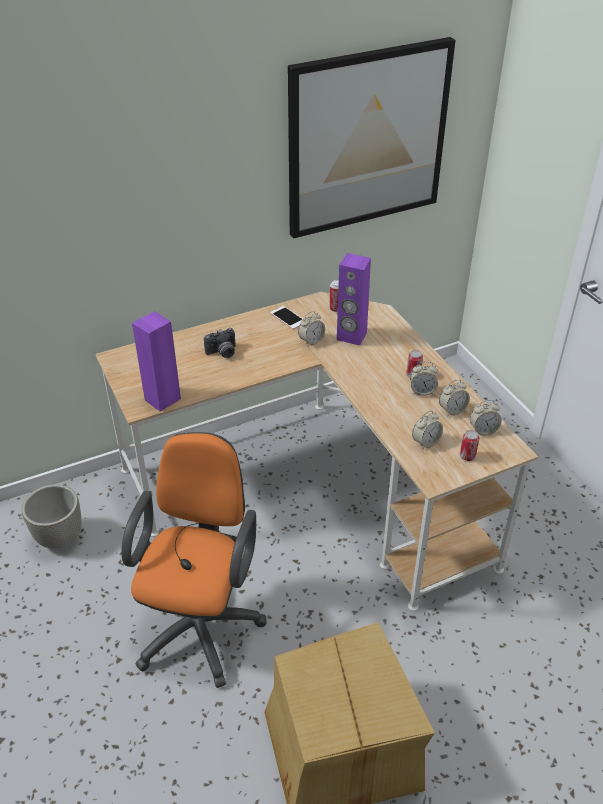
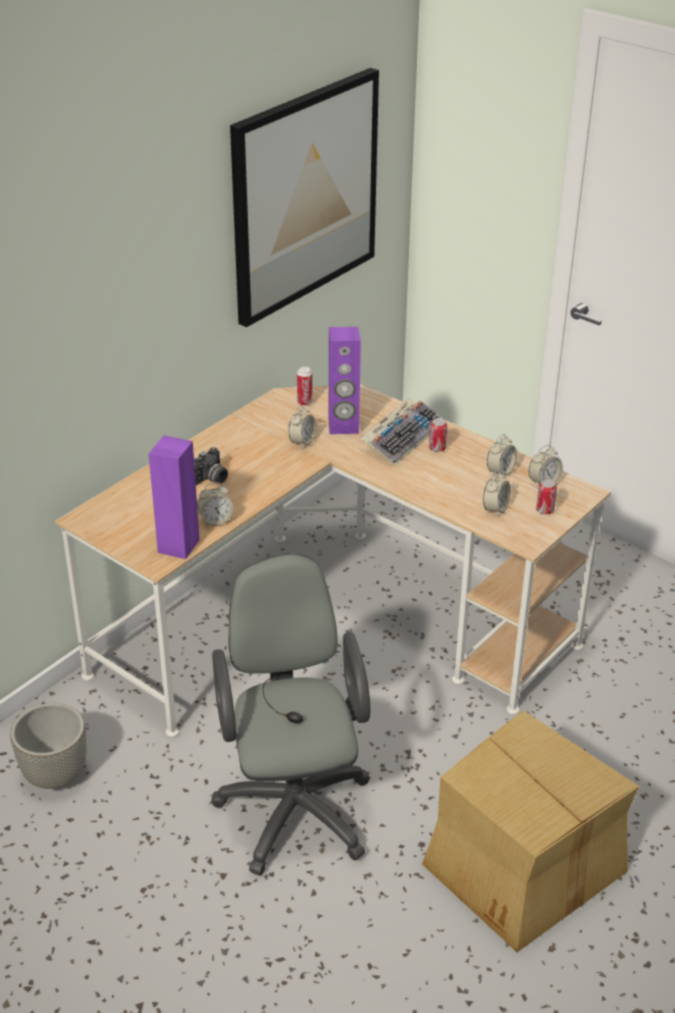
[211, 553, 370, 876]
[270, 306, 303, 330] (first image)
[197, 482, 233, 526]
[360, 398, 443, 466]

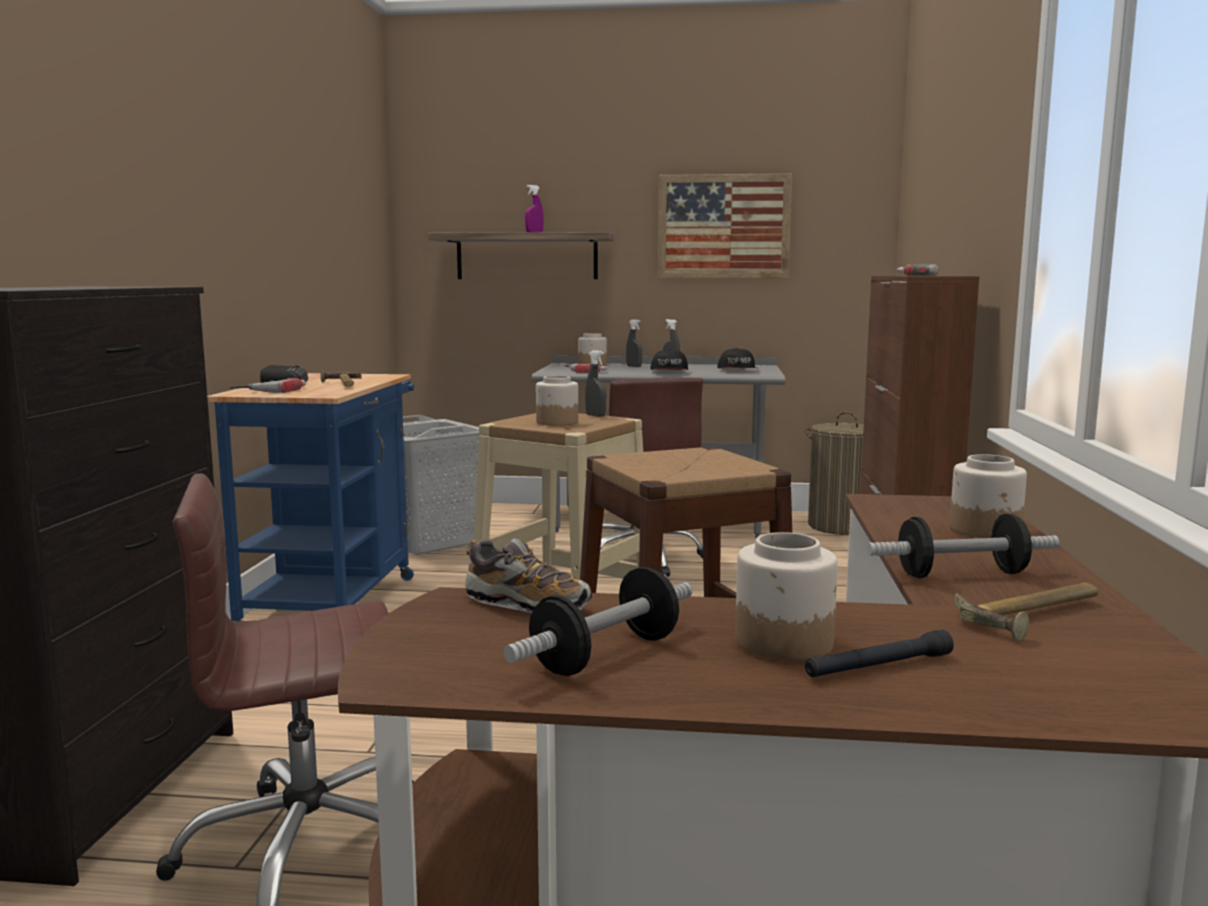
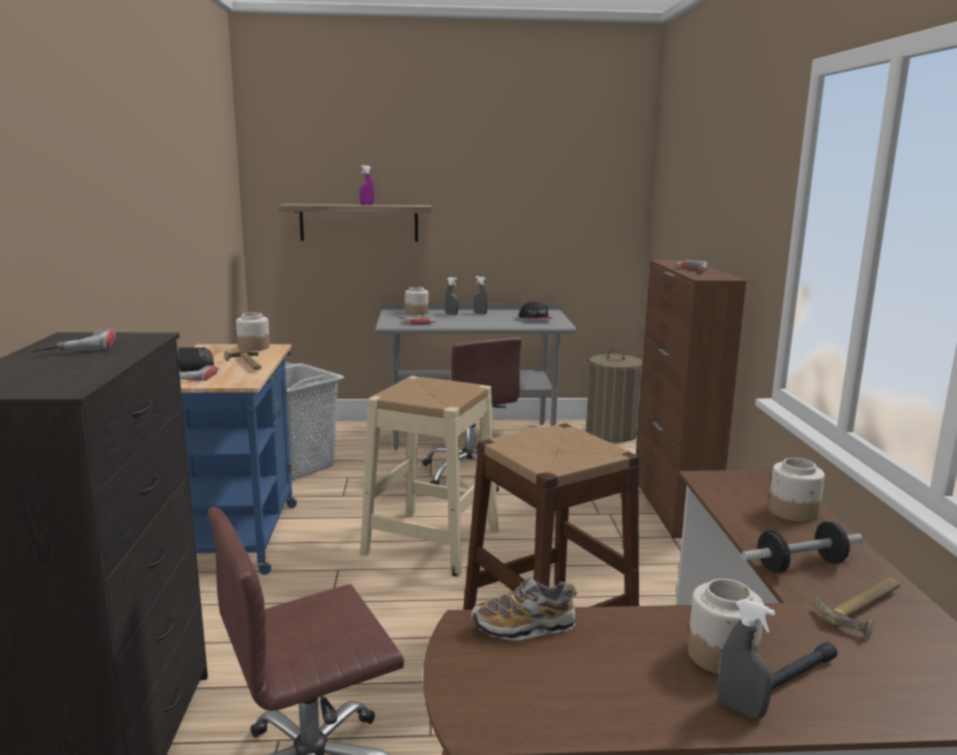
[471, 577, 577, 640]
[503, 567, 692, 676] (first image)
[236, 313, 270, 351]
[718, 599, 775, 718]
[651, 349, 689, 370] (first image)
[658, 173, 792, 278] (first image)
[32, 329, 116, 352]

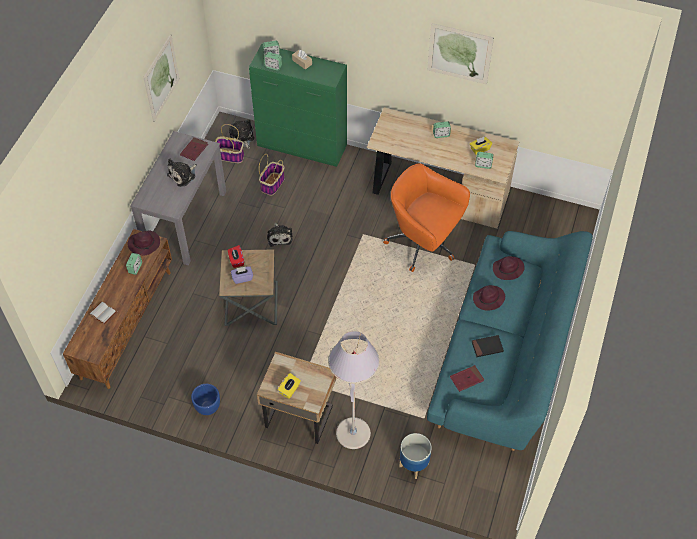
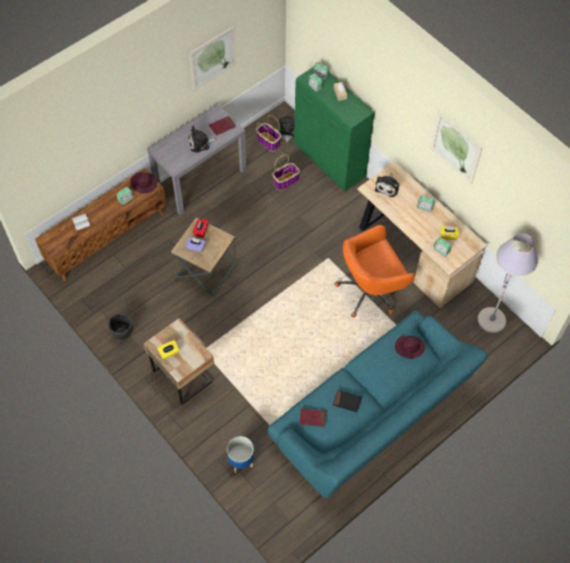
[108, 313, 133, 340]
[375, 173, 399, 197]
[478, 233, 538, 333]
[335, 225, 414, 318]
[473, 285, 505, 311] (first image)

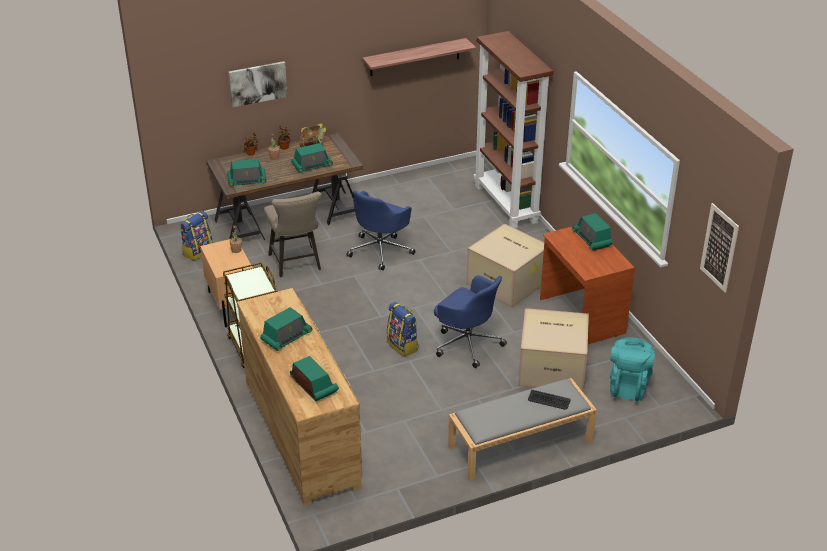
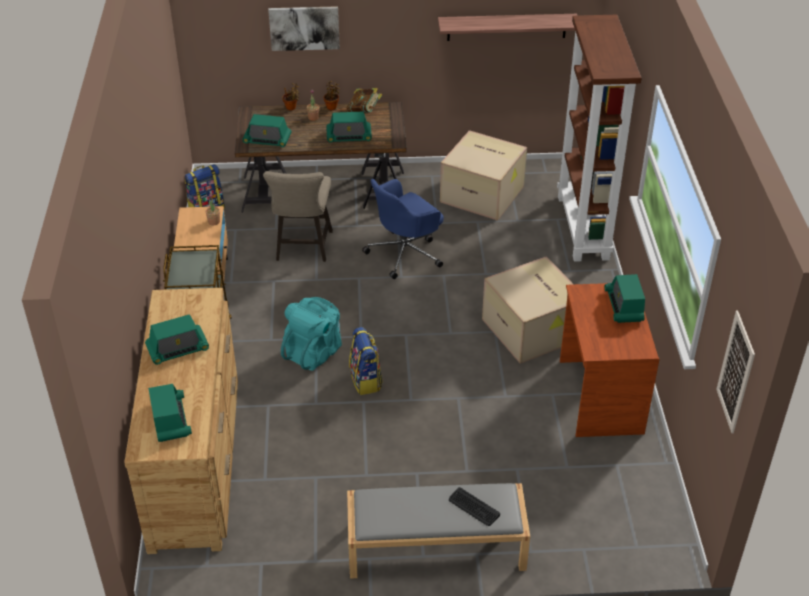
[434, 275, 507, 368] (first image)
[440, 130, 527, 221]
[281, 297, 342, 371]

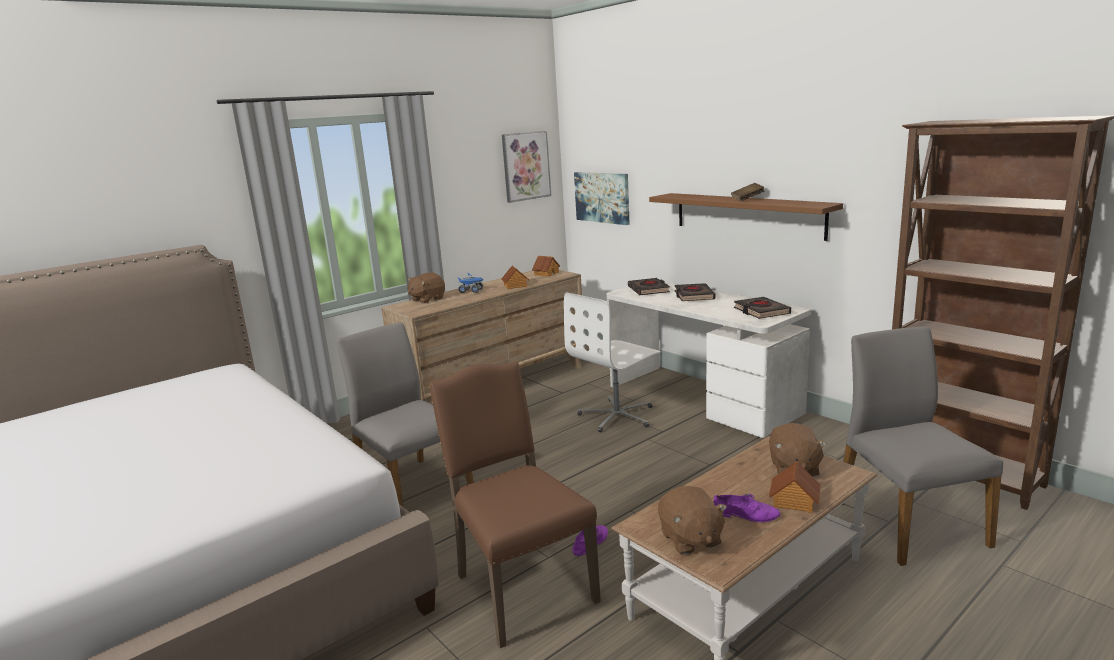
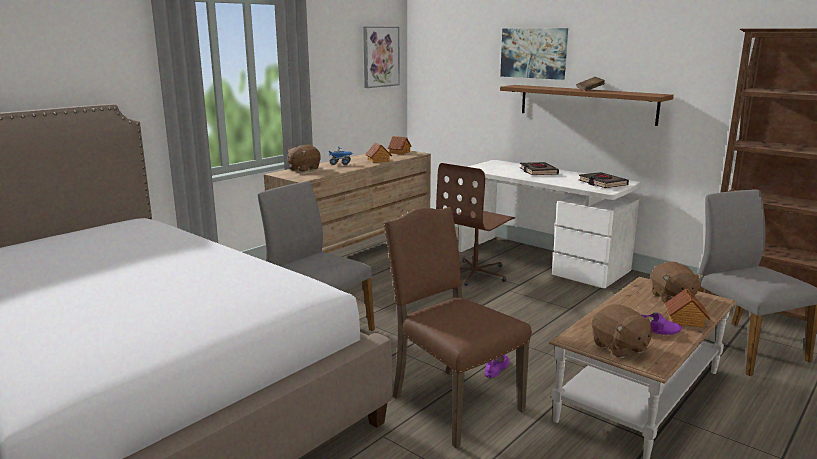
[436, 163, 515, 286]
[500, 28, 568, 80]
[628, 278, 670, 295] (first image)

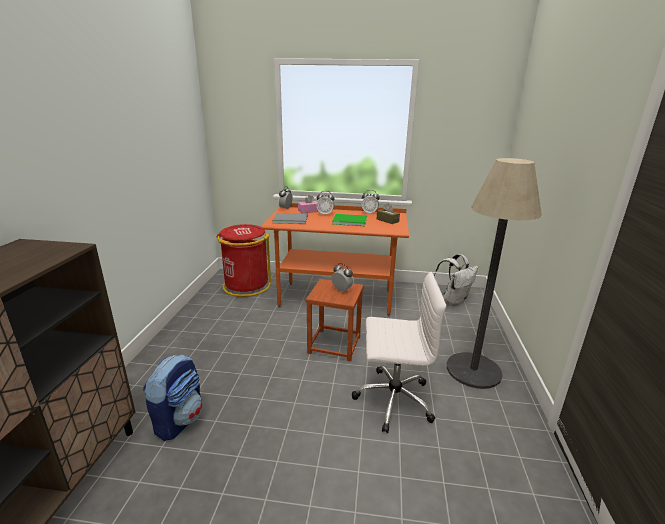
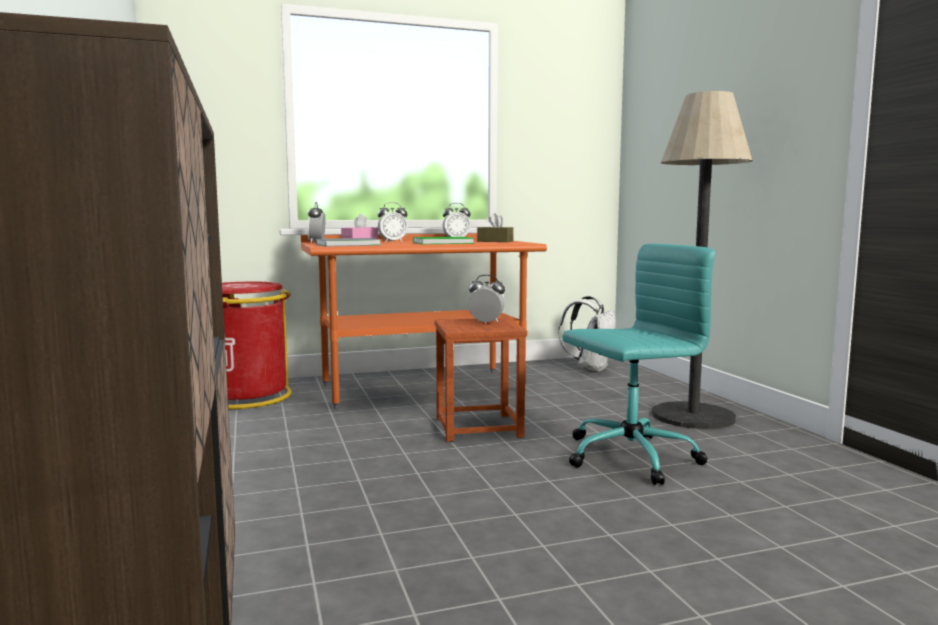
[143, 354, 202, 441] (first image)
[562, 243, 715, 485]

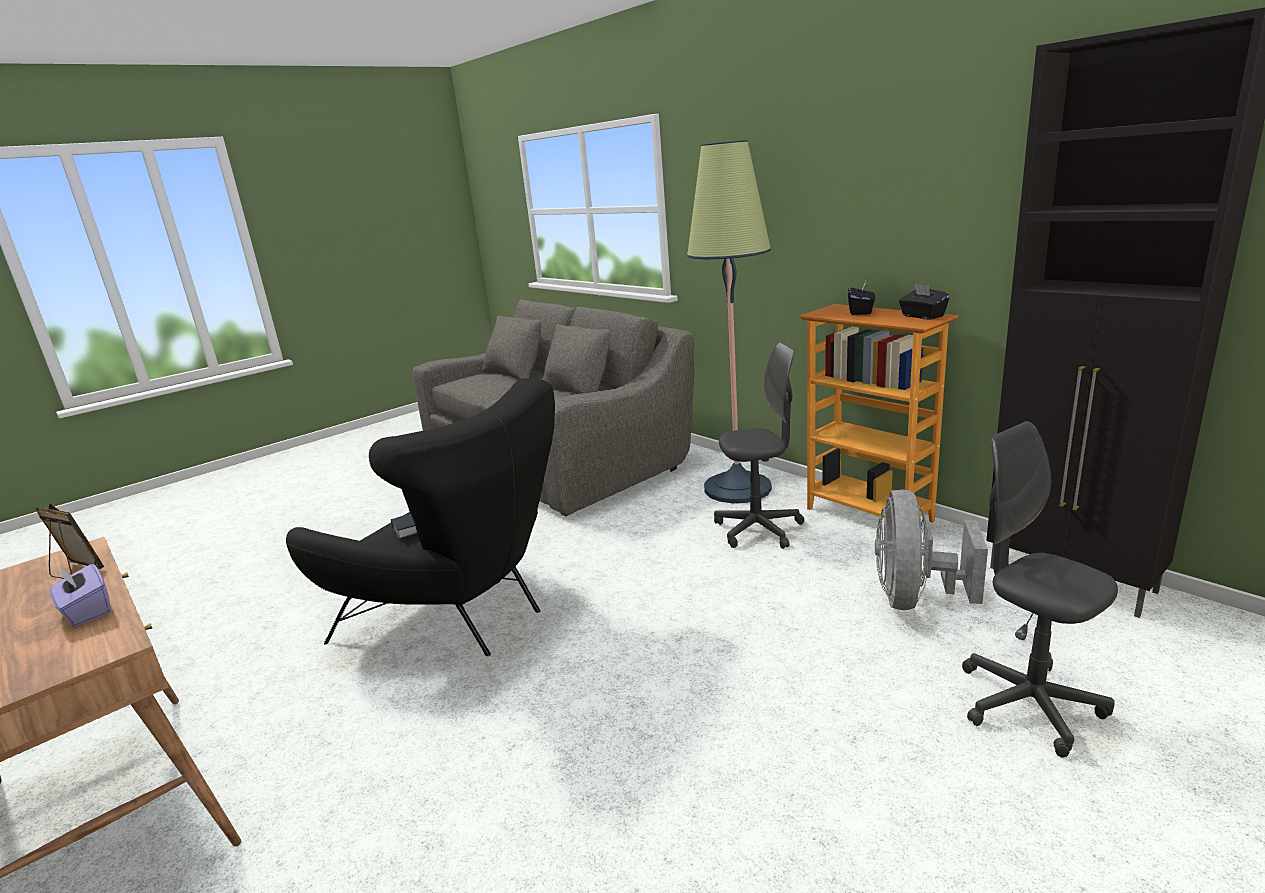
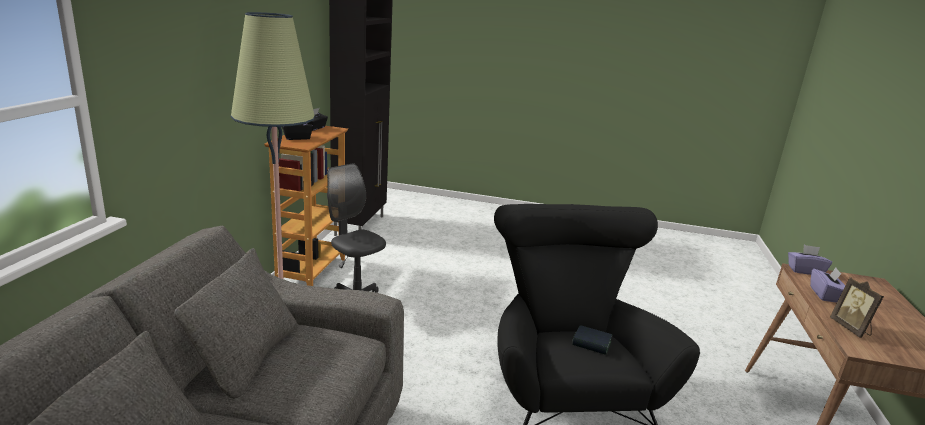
[875, 489, 988, 610] (first image)
[962, 421, 1118, 757] (first image)
[788, 245, 832, 275]

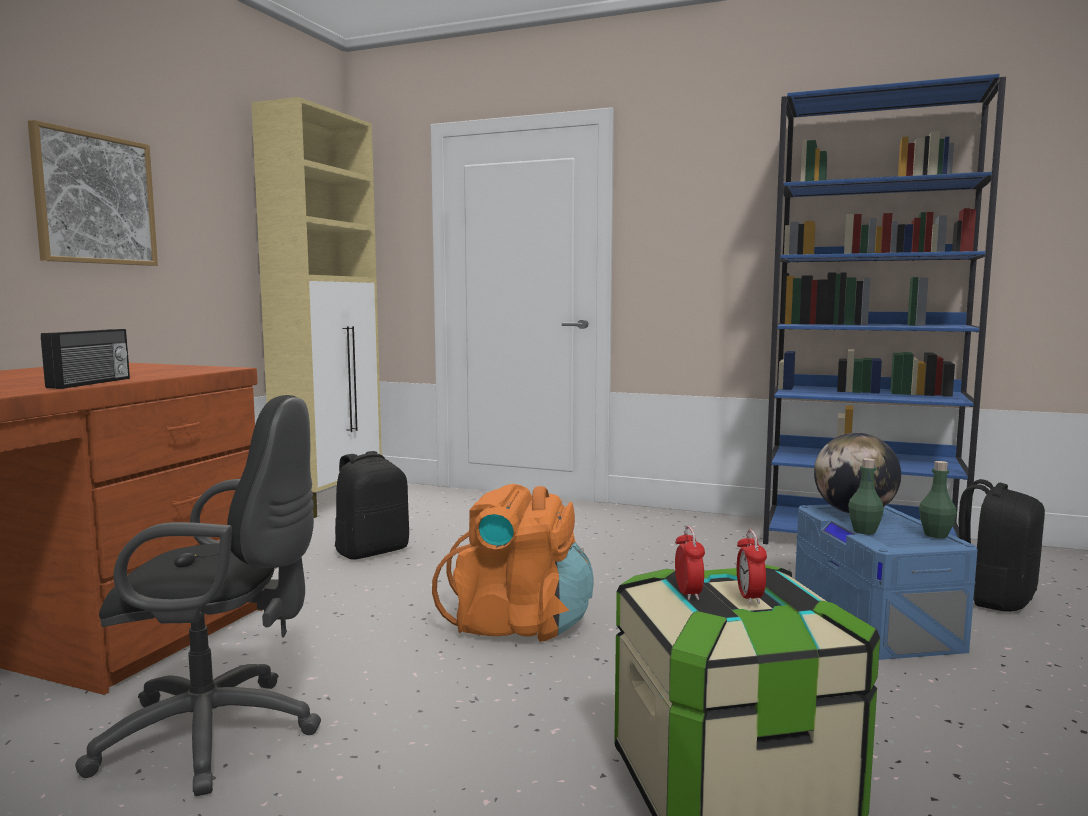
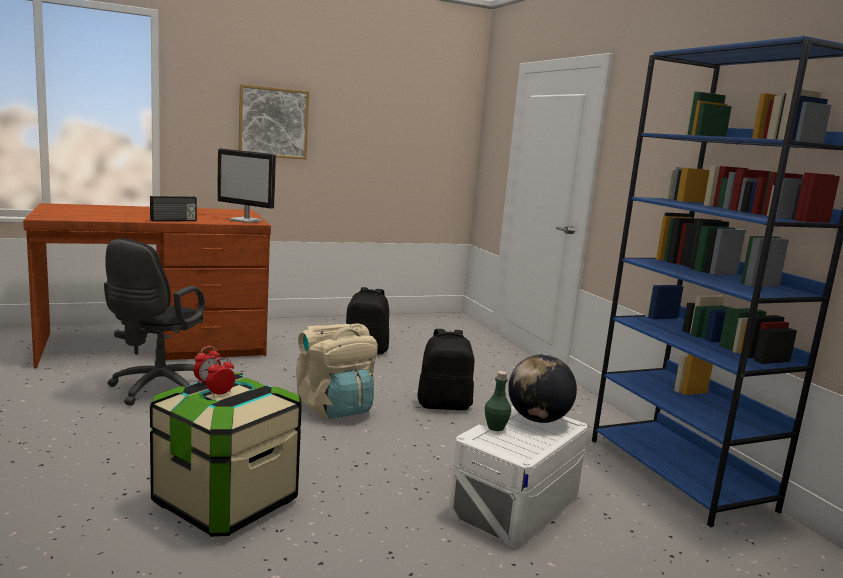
[104, 238, 205, 406]
[251, 97, 382, 518] (first image)
[296, 324, 378, 419]
[449, 406, 588, 548]
[919, 461, 957, 538] (first image)
[417, 329, 474, 410]
[217, 148, 276, 223]

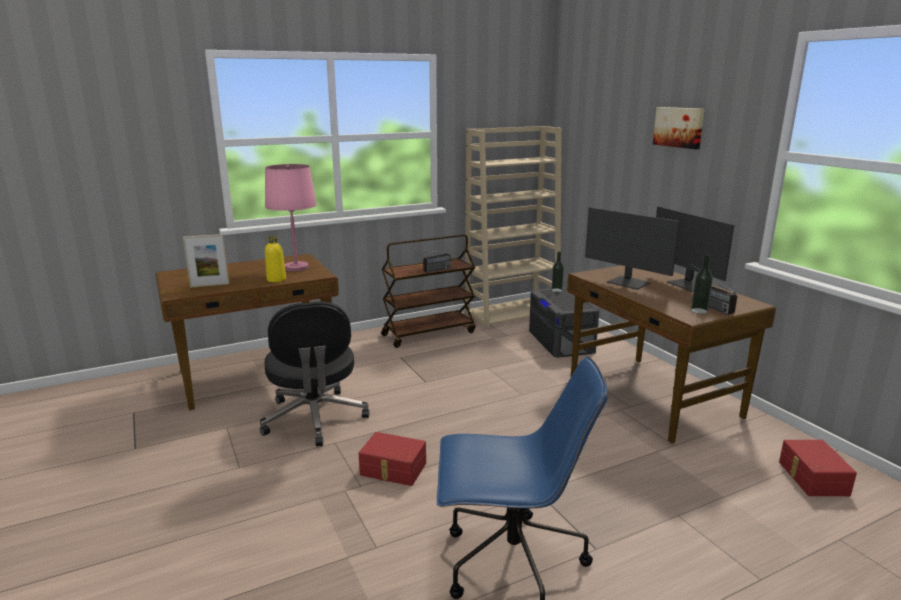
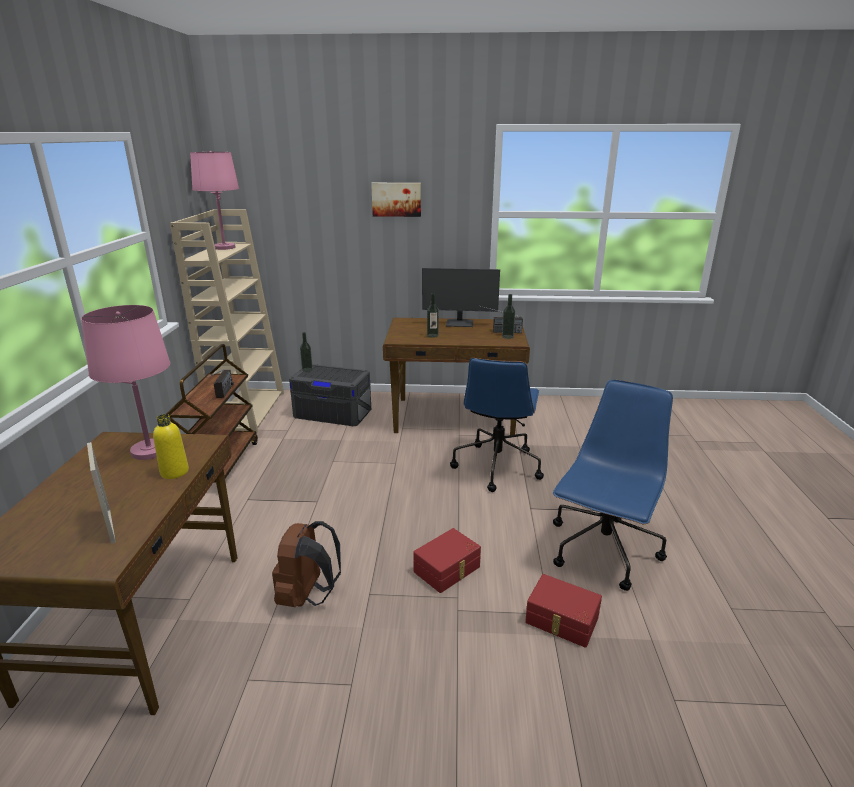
[87, 442, 116, 544]
[272, 521, 341, 607]
[427, 293, 439, 338]
[525, 574, 602, 648]
[190, 151, 239, 250]
[450, 358, 544, 492]

